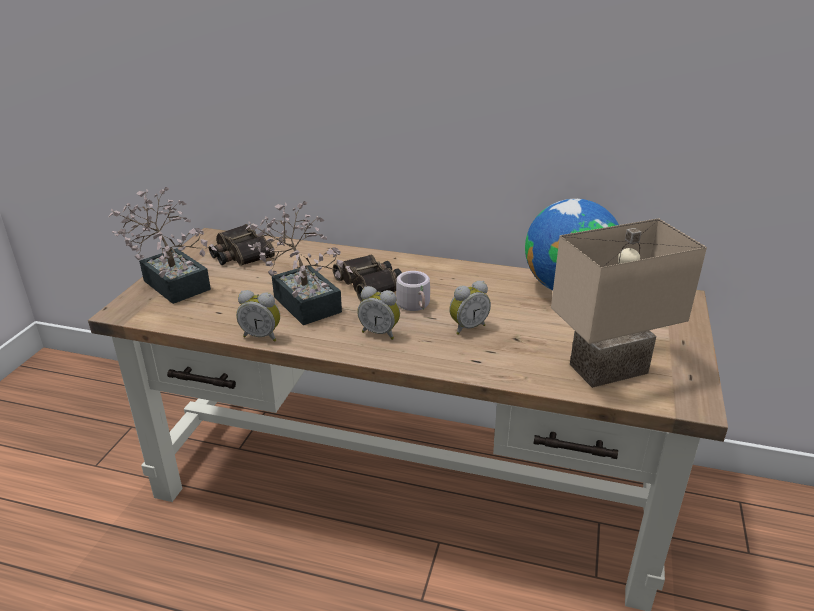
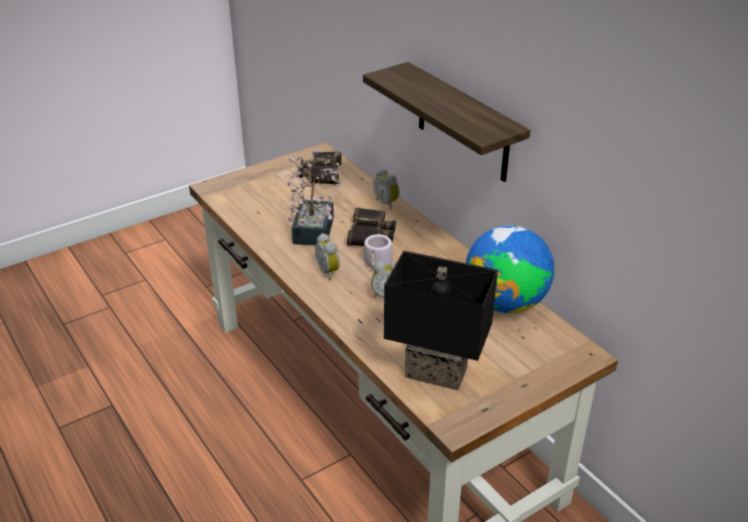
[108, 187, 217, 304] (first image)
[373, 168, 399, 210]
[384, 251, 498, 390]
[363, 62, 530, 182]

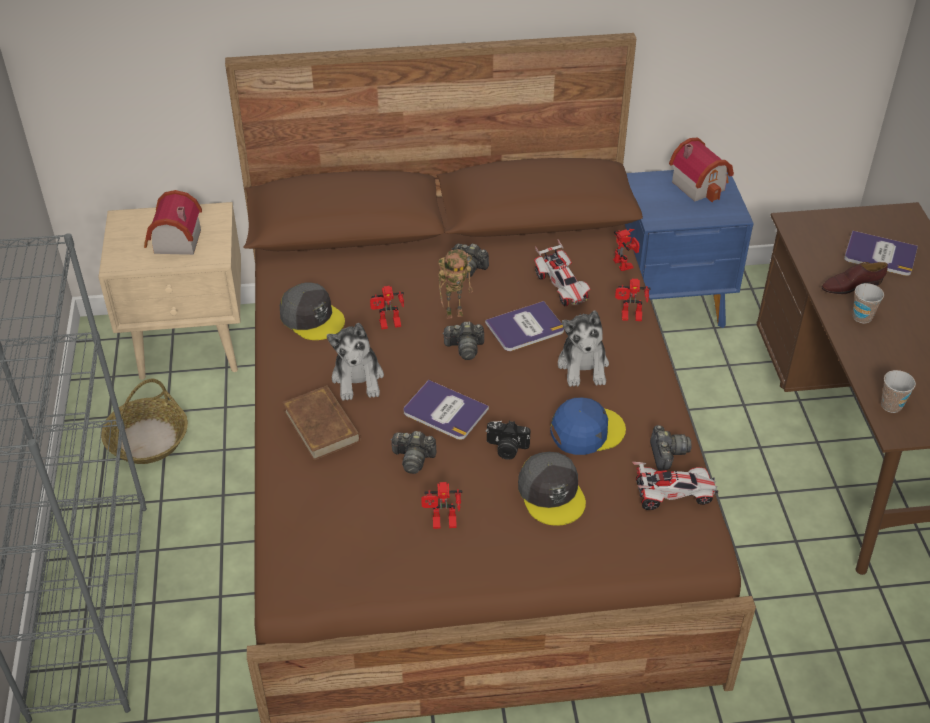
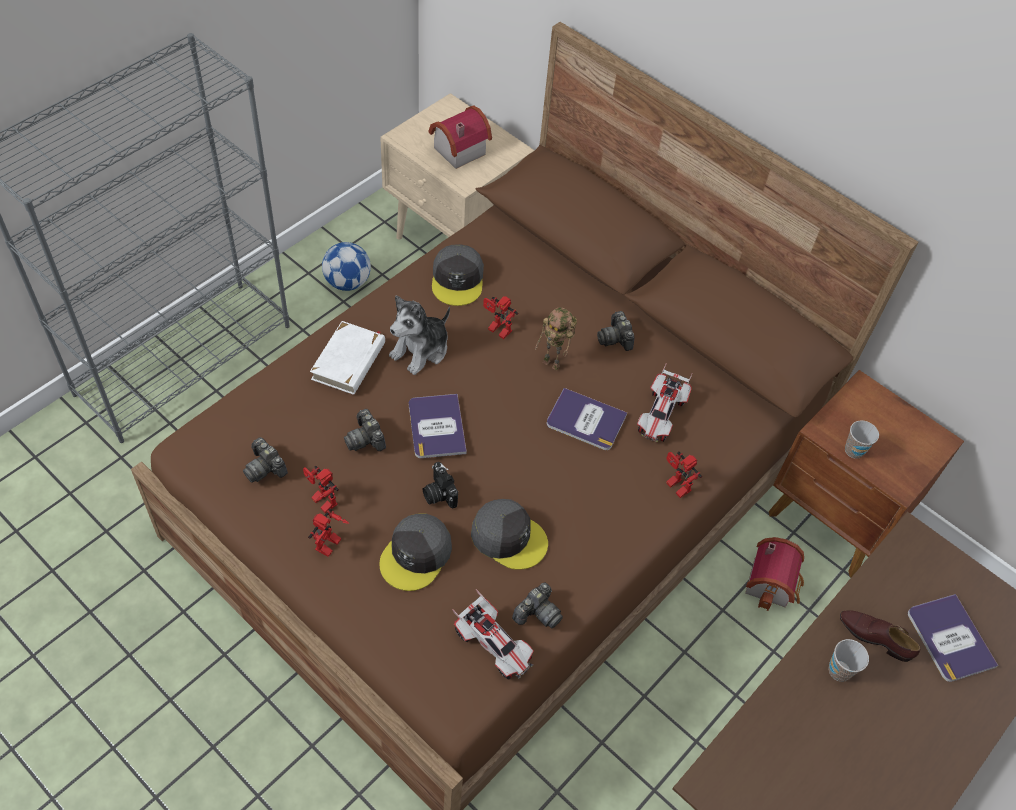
[322, 242, 371, 291]
[310, 321, 385, 395]
[243, 437, 288, 483]
[471, 499, 548, 570]
[558, 311, 609, 387] (first image)
[308, 509, 349, 557]
[769, 370, 964, 578]
[745, 537, 804, 611]
[845, 420, 879, 459]

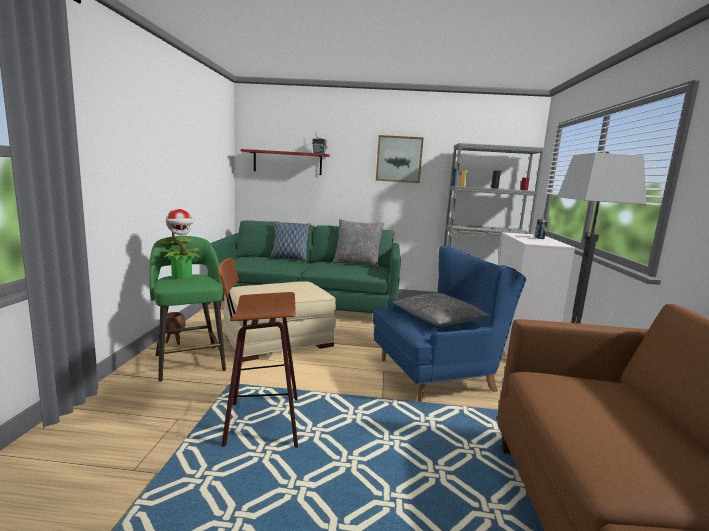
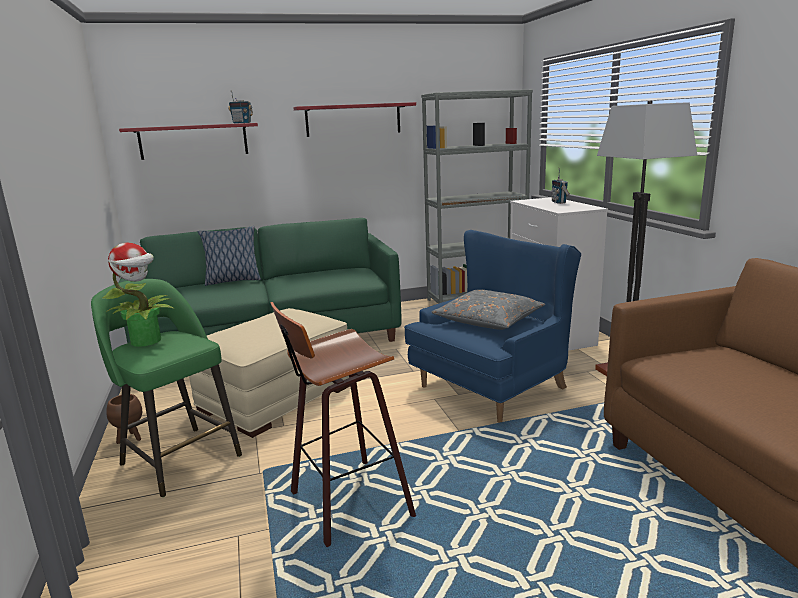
[333, 219, 384, 268] (first image)
[293, 102, 416, 137]

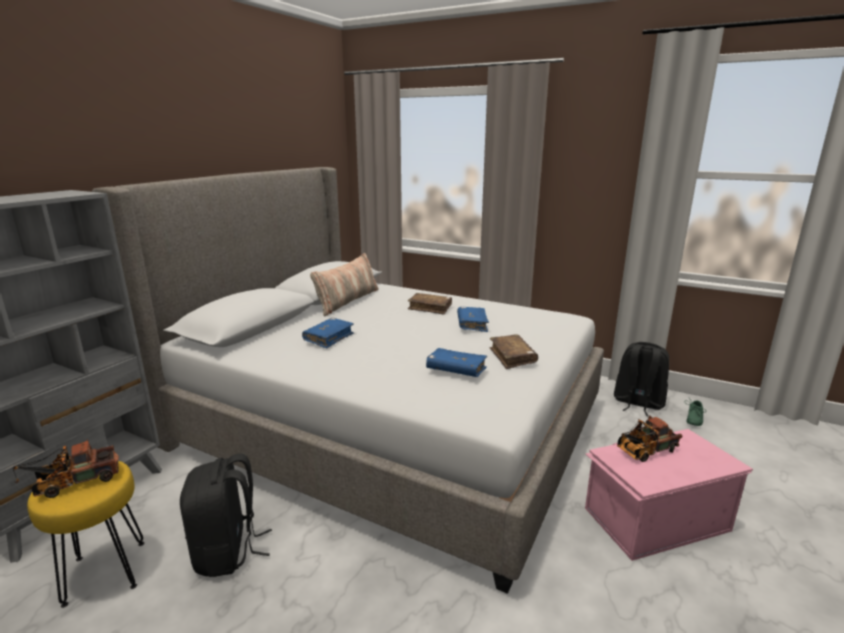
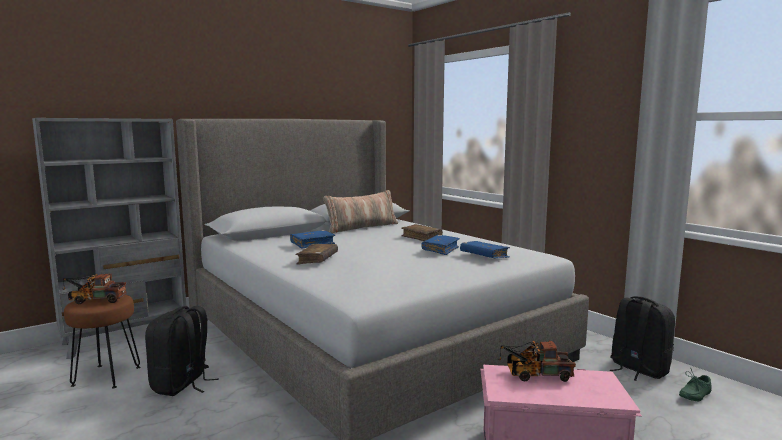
[64, 295, 140, 388]
[460, 241, 510, 258]
[295, 244, 338, 264]

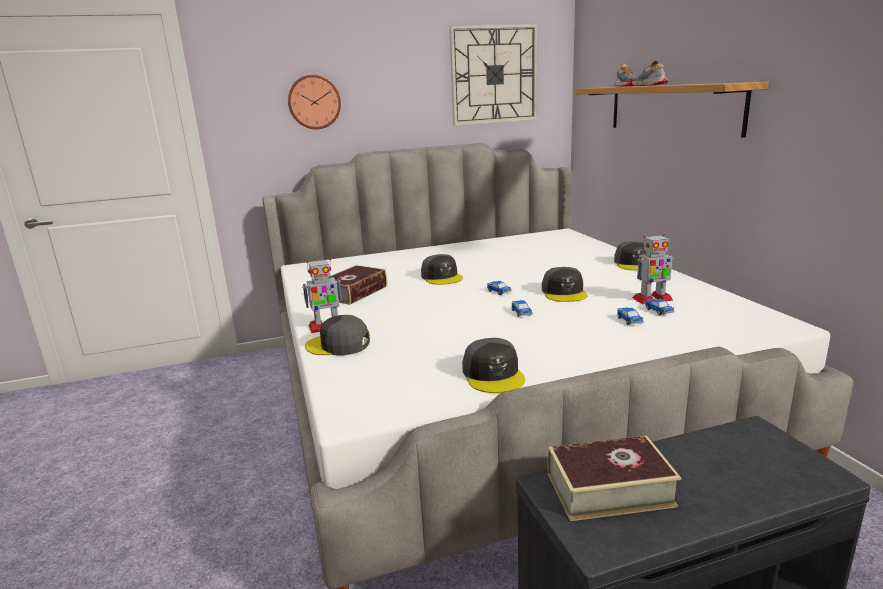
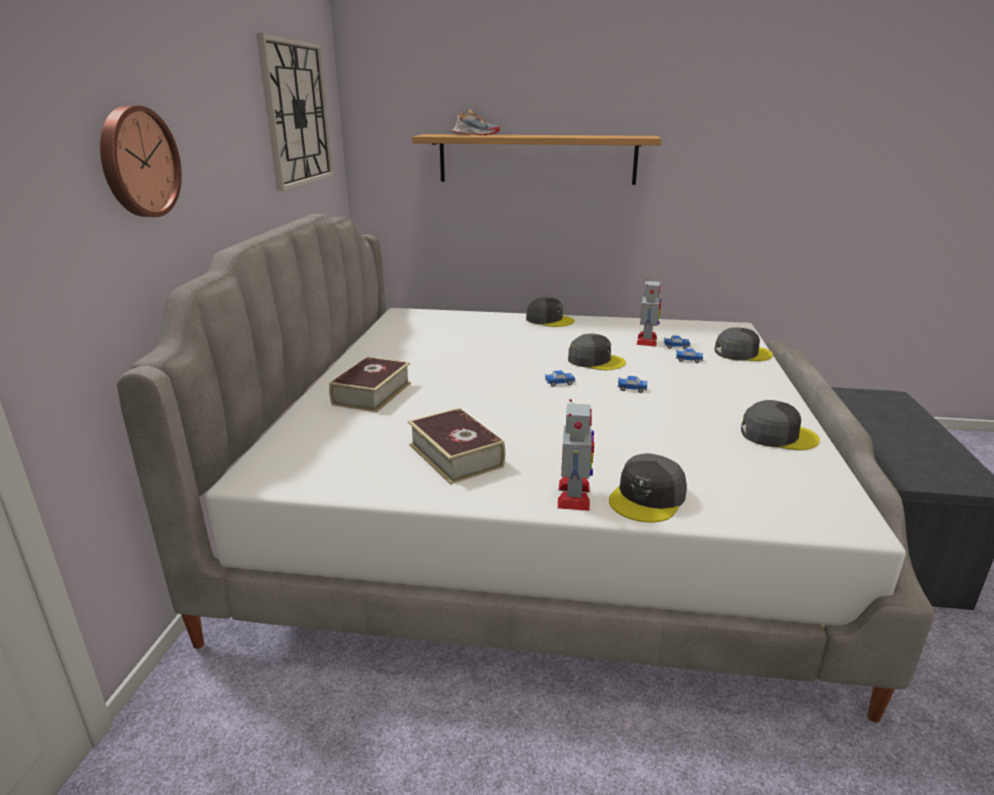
[714, 327, 773, 361]
[329, 357, 411, 412]
[632, 61, 668, 86] (first image)

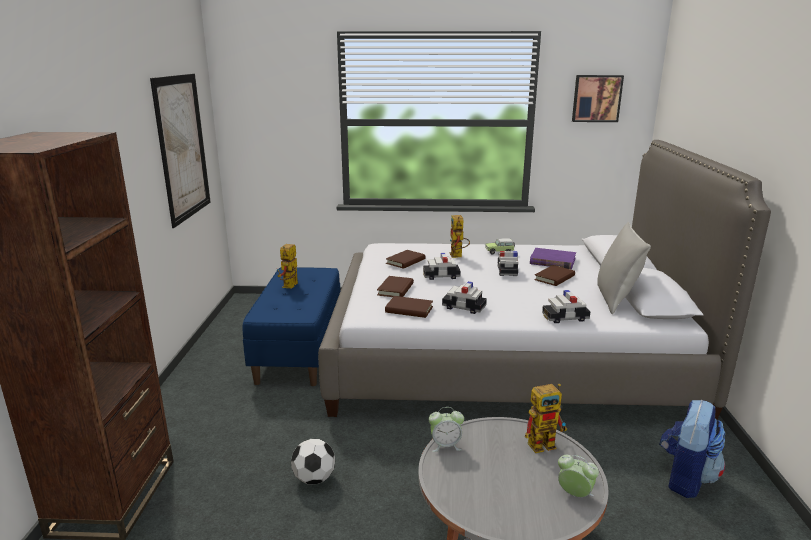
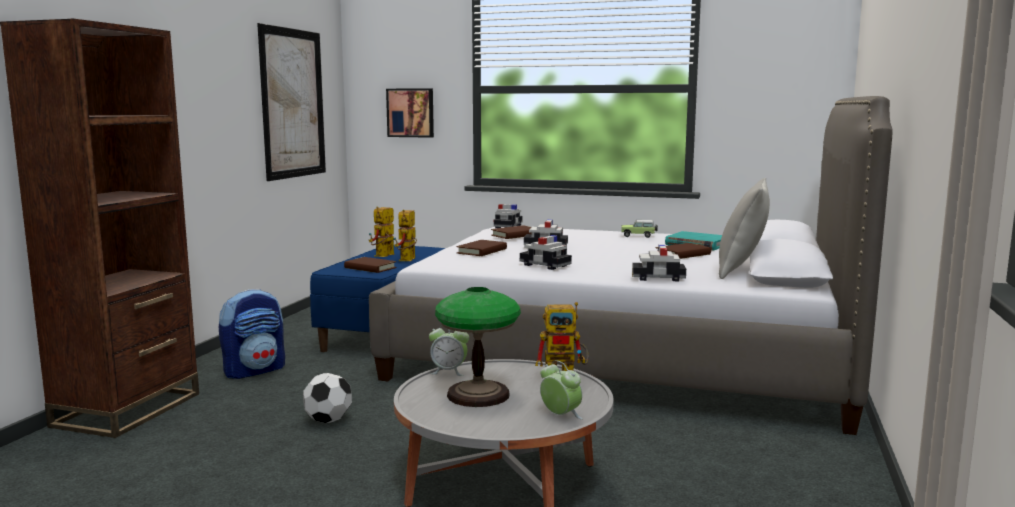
[344, 257, 397, 273]
[393, 210, 417, 261]
[494, 204, 523, 228]
[665, 231, 722, 250]
[386, 88, 434, 138]
[219, 289, 285, 379]
[435, 287, 521, 407]

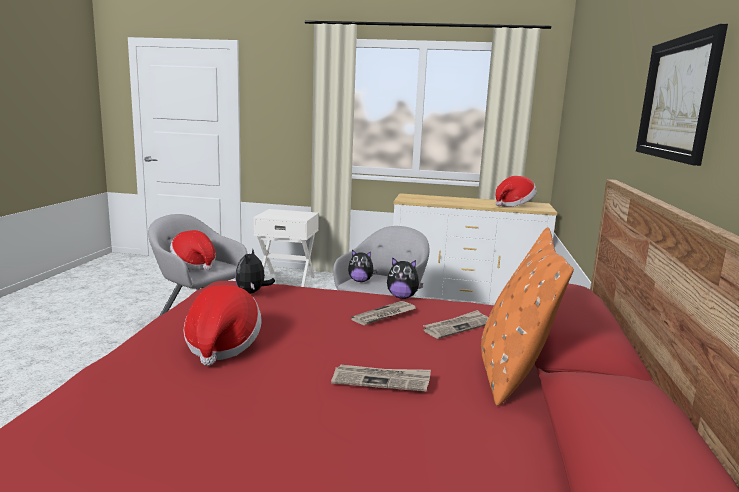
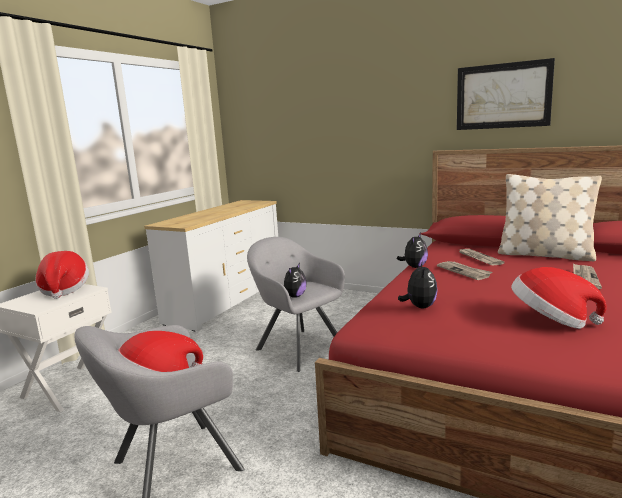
[398, 261, 438, 308]
[498, 174, 602, 261]
[35, 251, 89, 299]

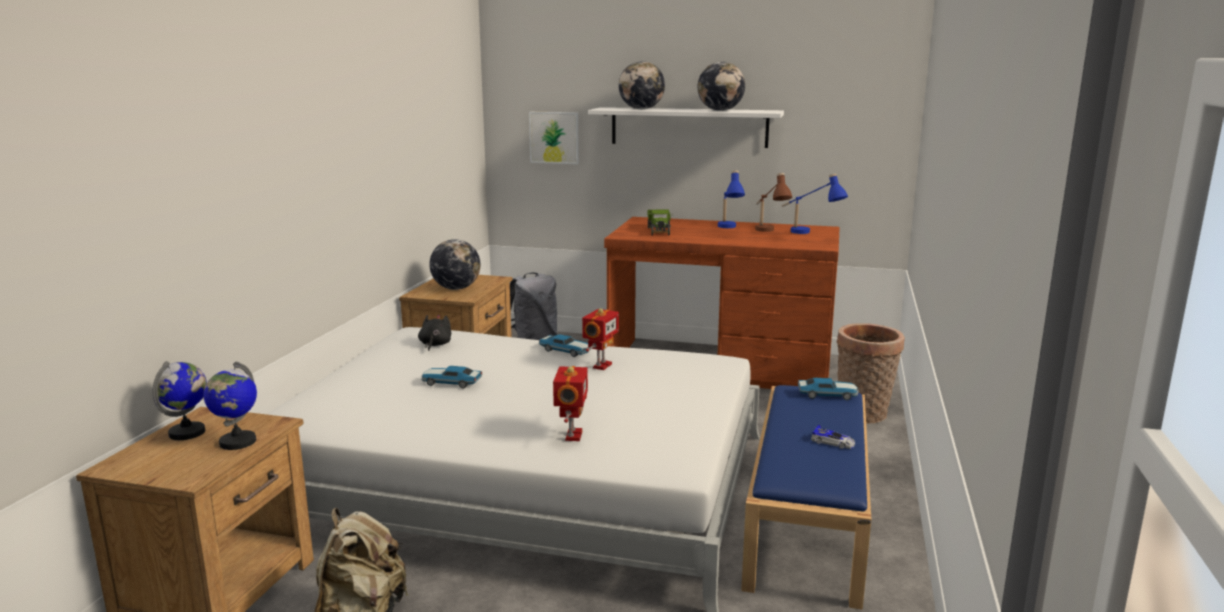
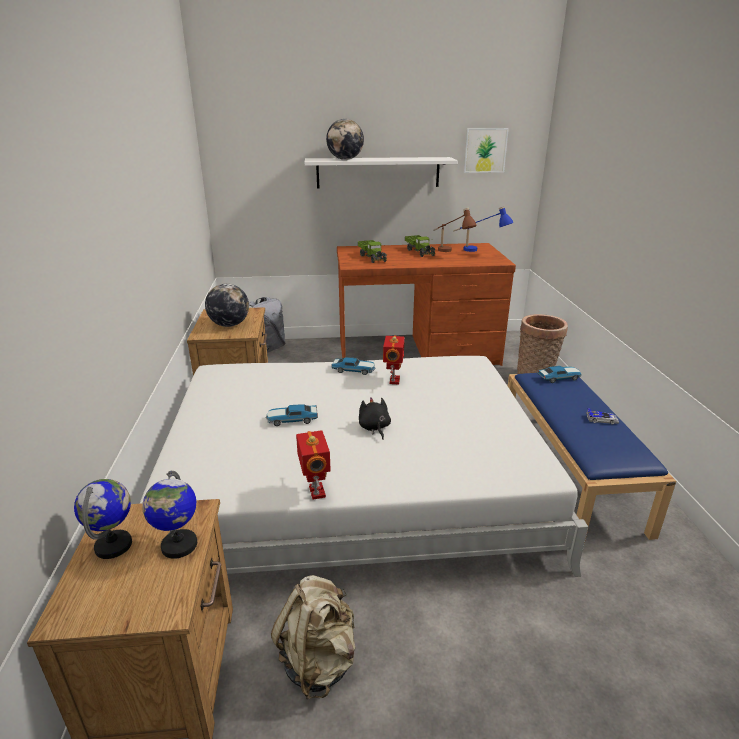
[359, 397, 391, 440]
[464, 128, 509, 173]
[296, 430, 331, 500]
[697, 62, 745, 111] (first image)
[405, 235, 435, 257]

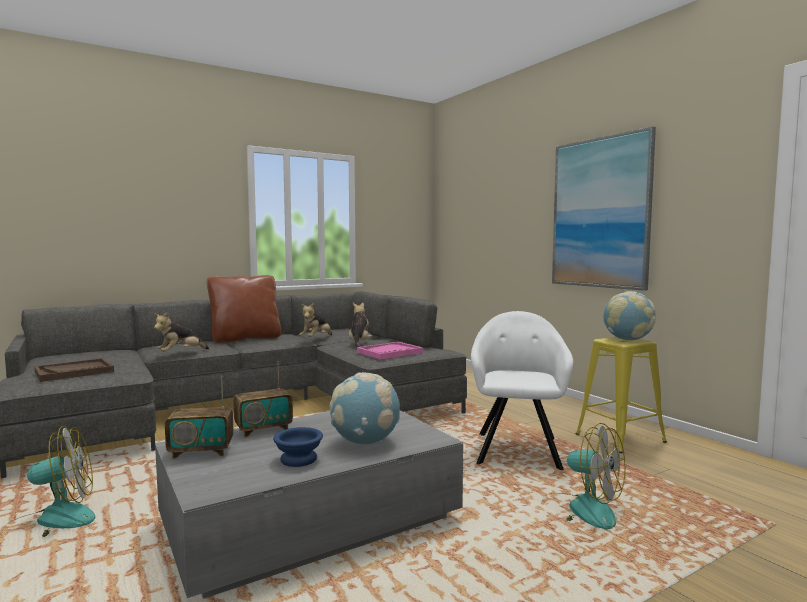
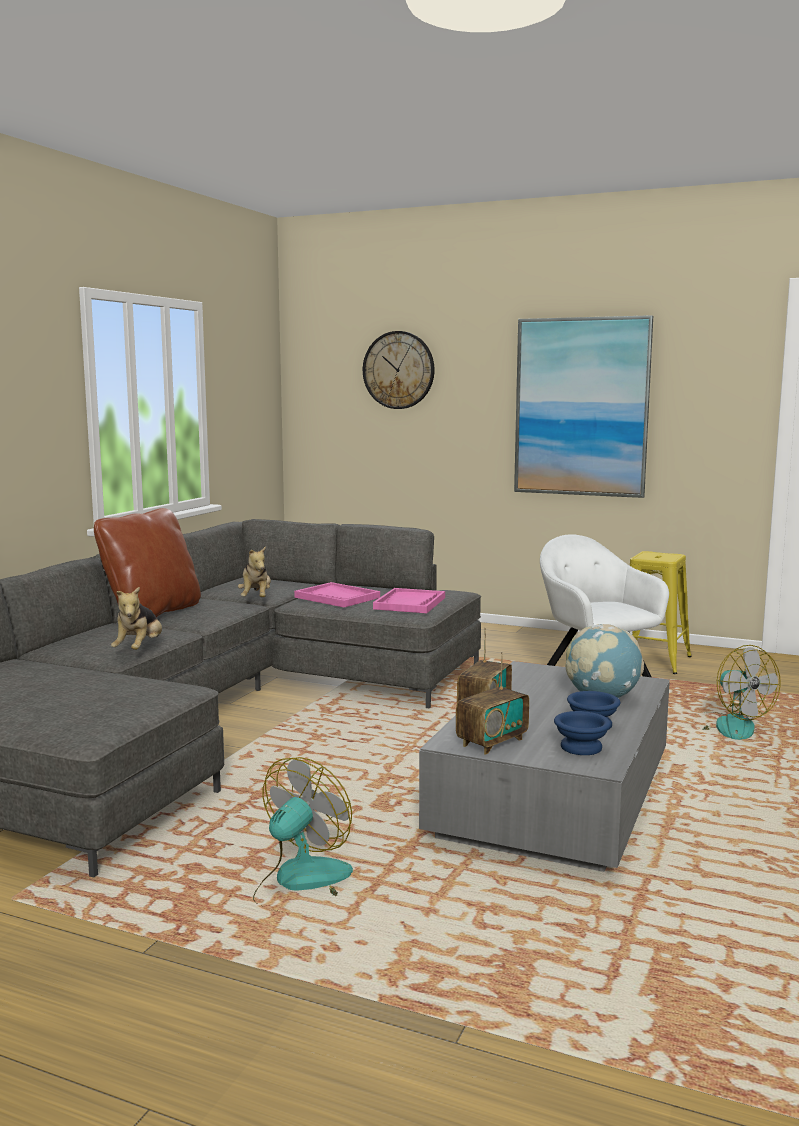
[34, 358, 114, 382] (first image)
[294, 582, 380, 607]
[703, 645, 781, 740]
[603, 291, 656, 340] (first image)
[363, 331, 434, 409]
[554, 711, 611, 755]

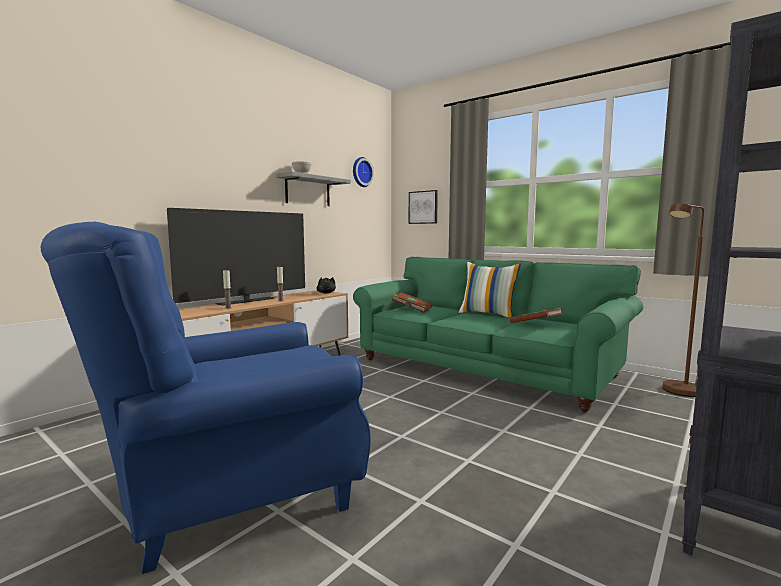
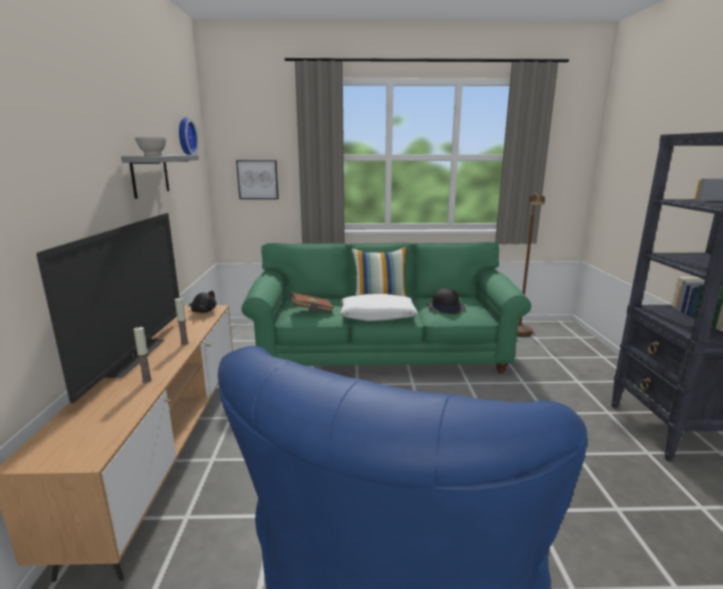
[427, 288, 466, 314]
[340, 294, 418, 321]

